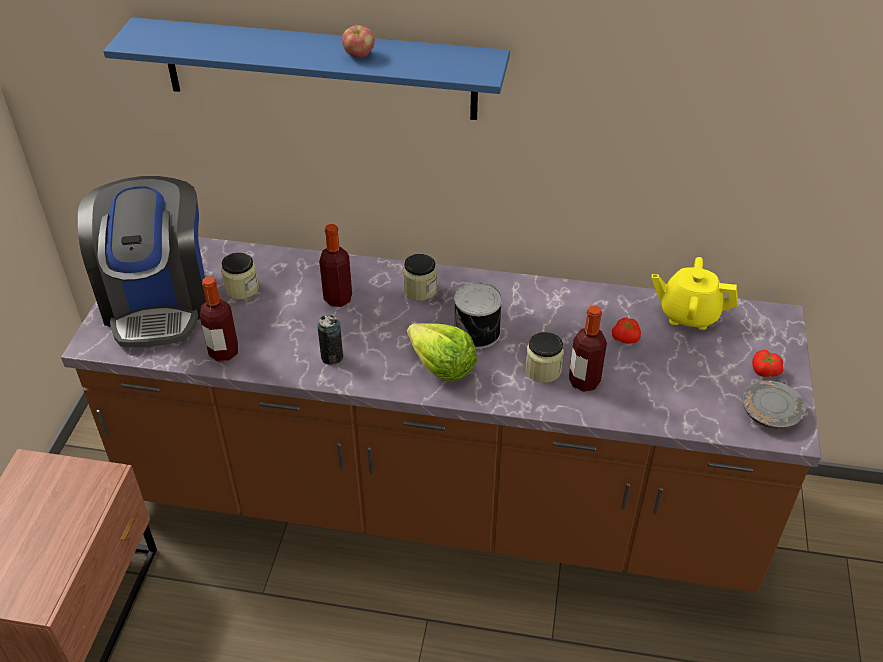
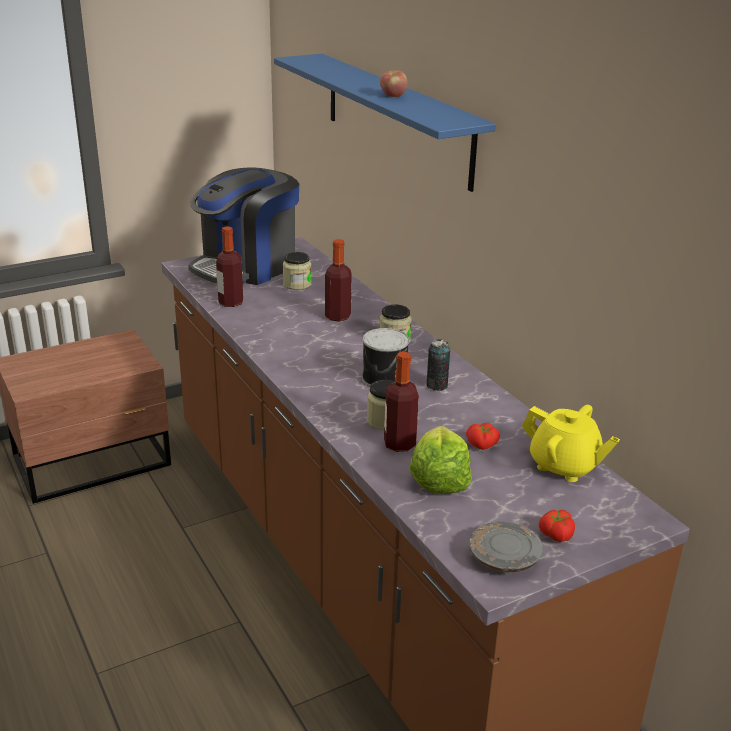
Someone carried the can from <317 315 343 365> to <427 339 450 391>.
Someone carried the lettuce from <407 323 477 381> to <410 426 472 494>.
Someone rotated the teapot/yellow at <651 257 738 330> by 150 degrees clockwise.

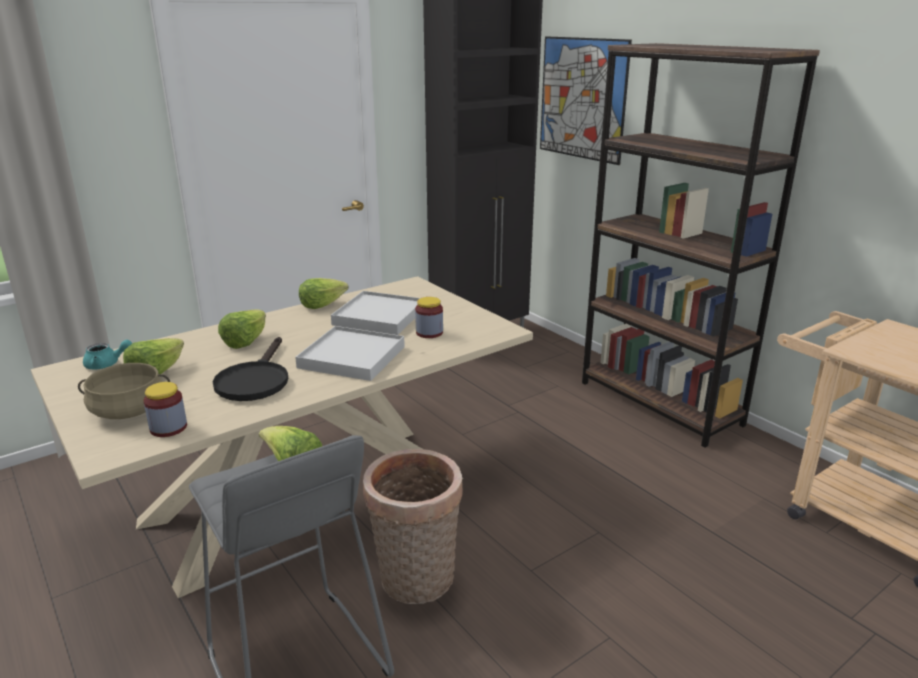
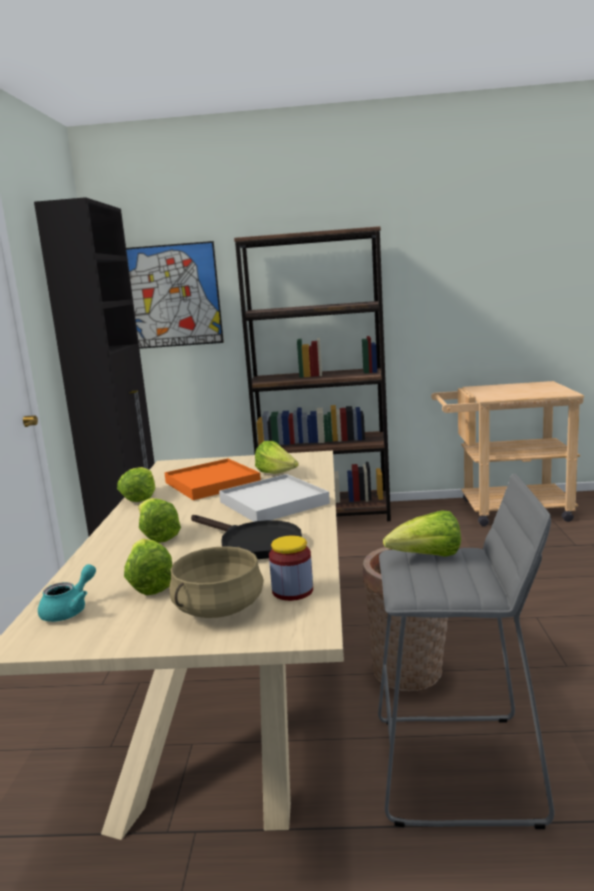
Someone repainted the tray/white at <331 291 420 335>, which became the tray/orange at <164 458 261 500>.
Someone swapped the jar at <415 297 443 338> for the lettuce at <255 441 299 474>.

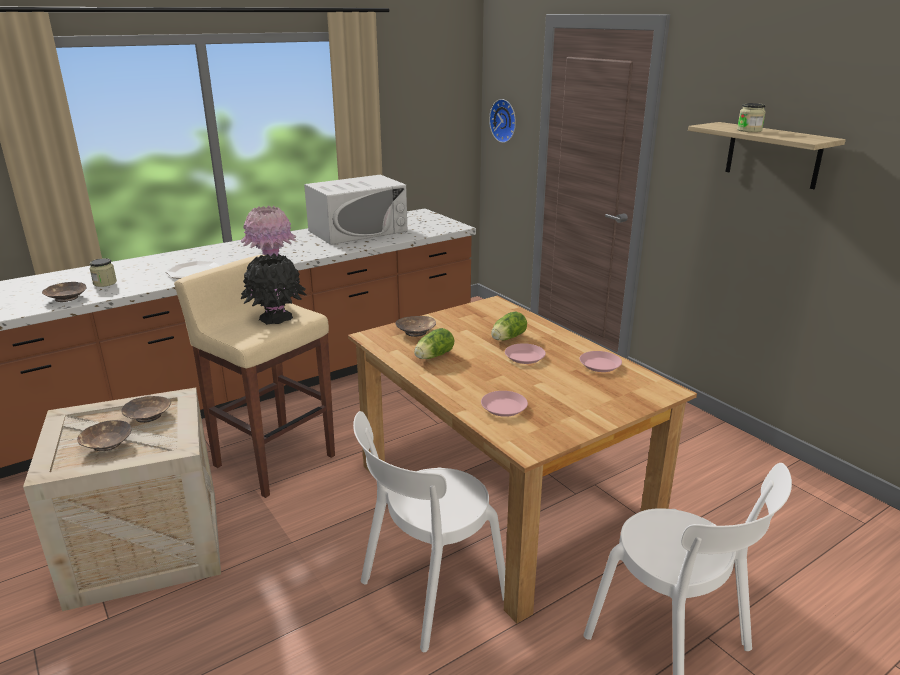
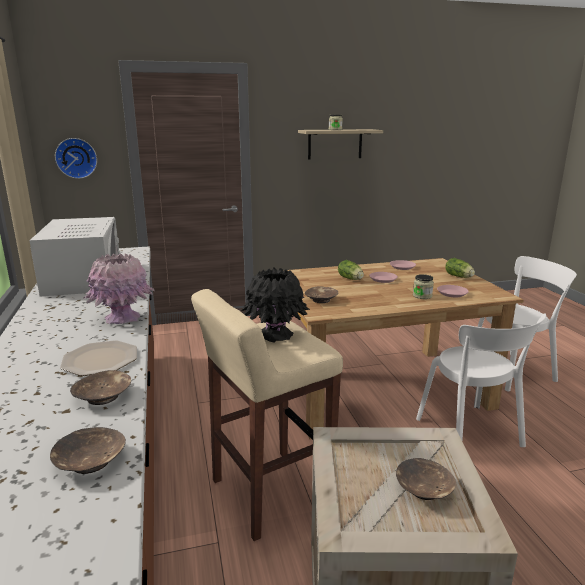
Someone carried the jar from <90 258 117 287> to <413 274 434 299>.
Someone carried the bowl/brown from <121 396 171 423> to <70 370 131 405>.
Someone carried the lettuce from <414 328 454 359> to <445 258 475 278>.

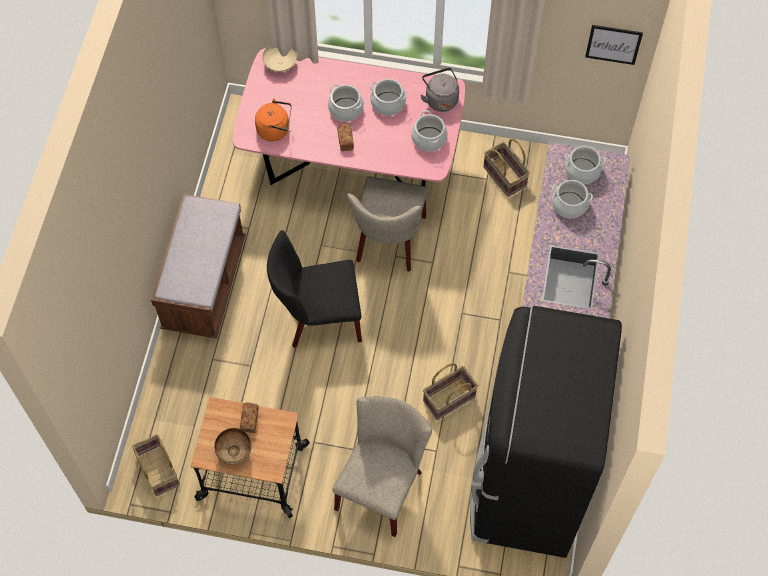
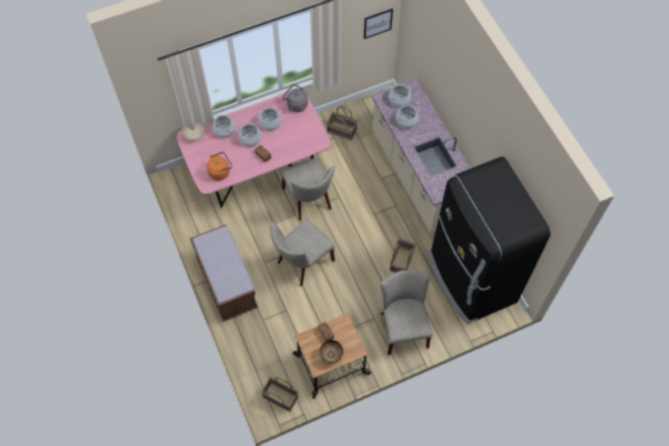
Someone repainted the chair/black at <267 230 362 348>, which became the chair/beige at <270 219 335 286>.
Someone carried the cooking pot from <411 110 448 152> to <212 115 235 138>.

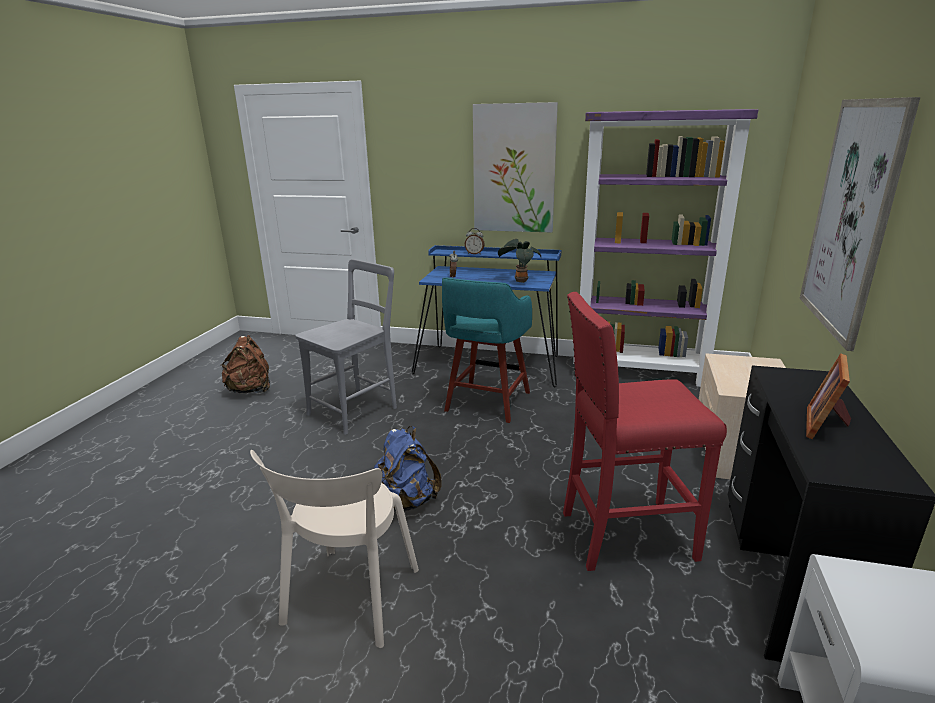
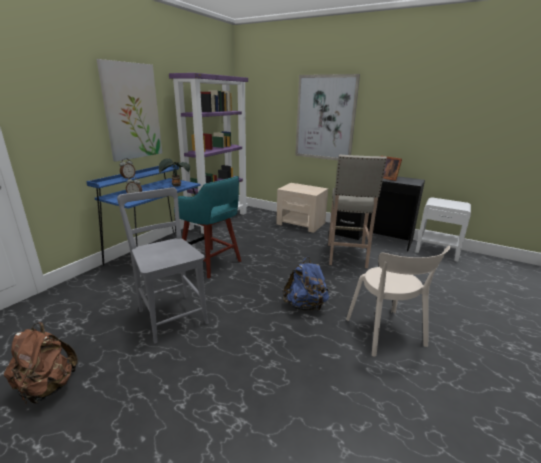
Someone rotated the chair/beige at <250 450 419 648> by 45 degrees clockwise.
Someone repainted the stool/red at <563 292 727 571>, which became the stool/beige at <328 154 387 268>.

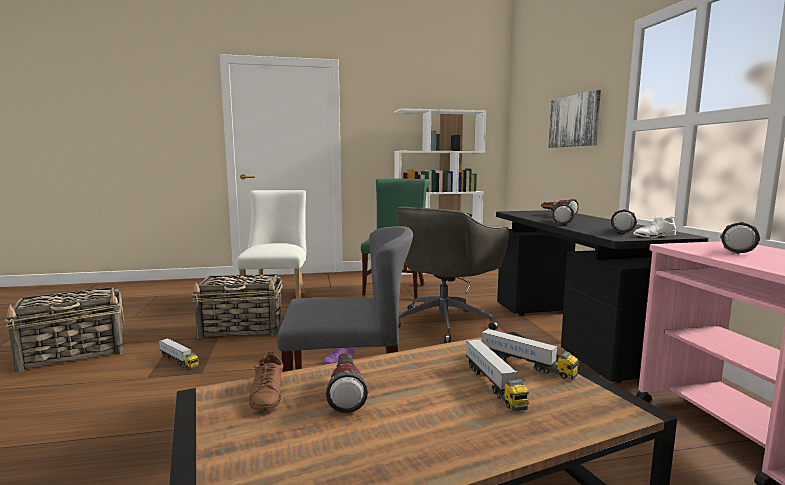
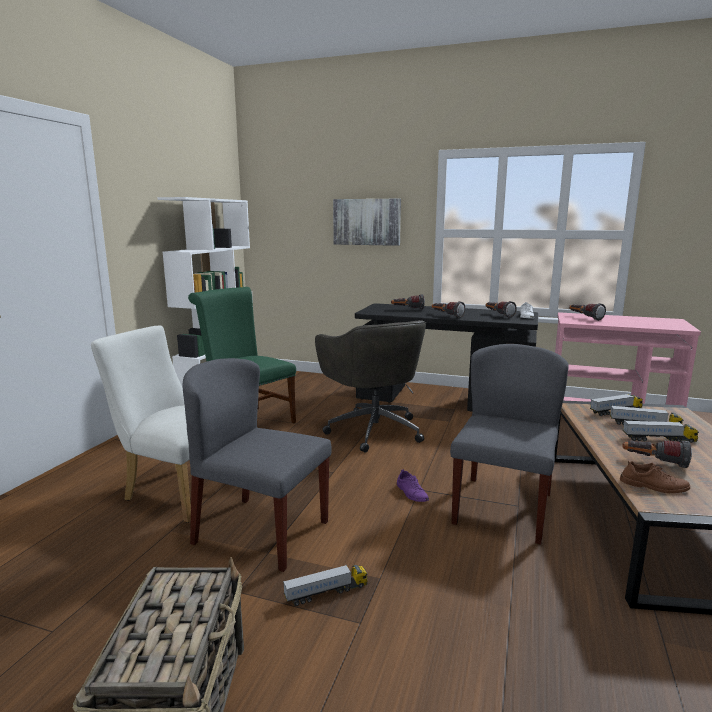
Someone swapped the basket at <191 274 283 339> for the chair/grey at <183 358 332 572>.
Someone put down the toy truck at <623 420 699 443>.

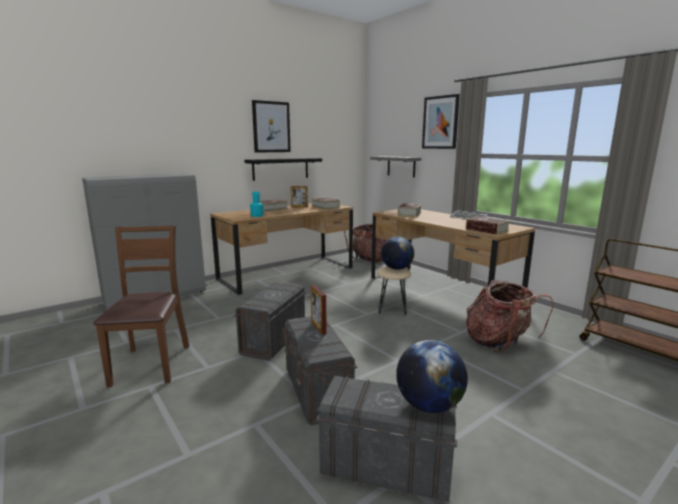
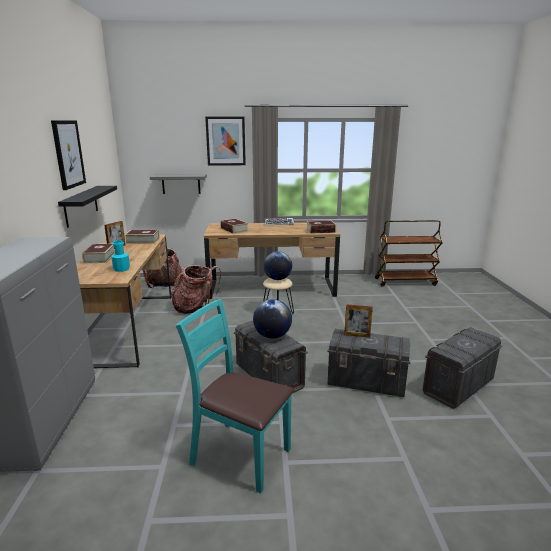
Someone repainted the chair/brown at <93 226 189 387>, which became the chair/turquoise at <176 299 294 493>.
Someone carried the globe from <396 340 468 413> to <253 299 292 339>.
Someone carried the backpack from <466 280 554 353> to <171 265 221 314>.

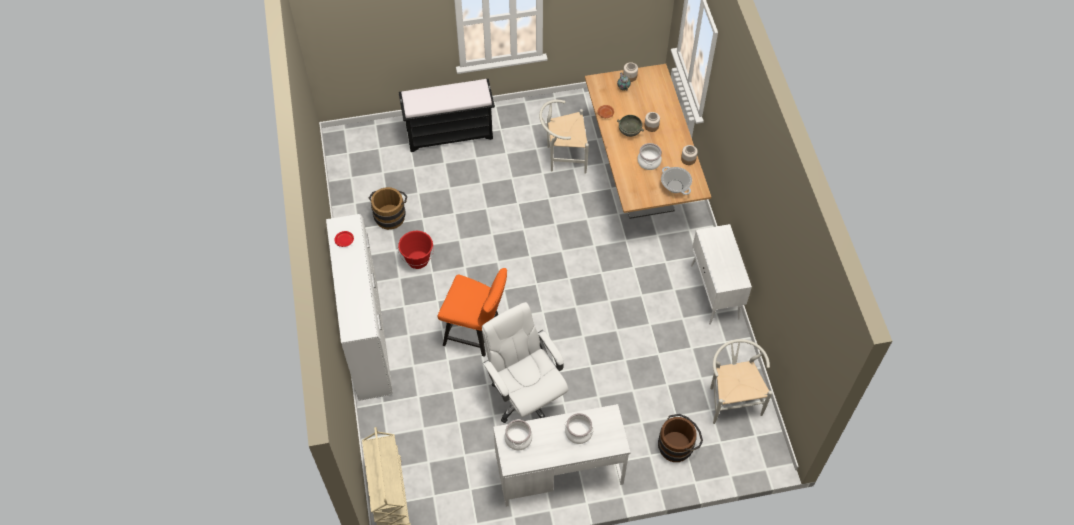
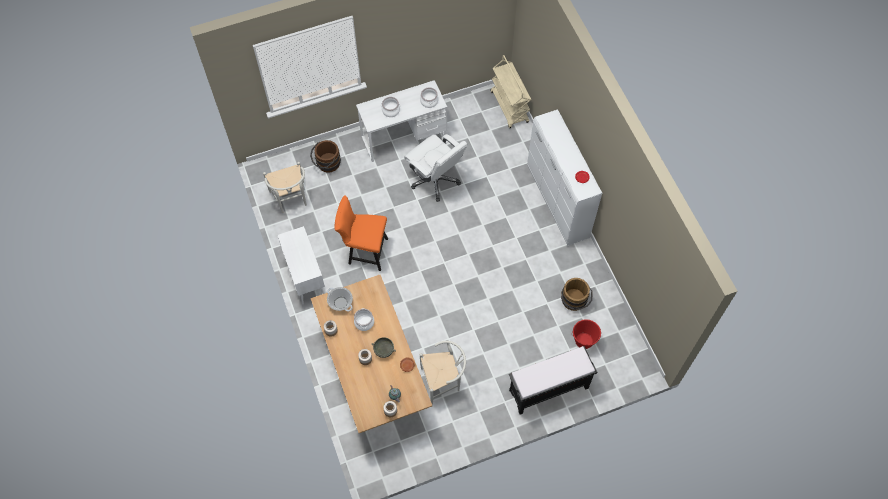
Someone carried the bucket/red from <398 231 434 269> to <572 319 601 349>.
Someone carried the chair/orange from <437 268 507 357> to <335 195 388 271>.

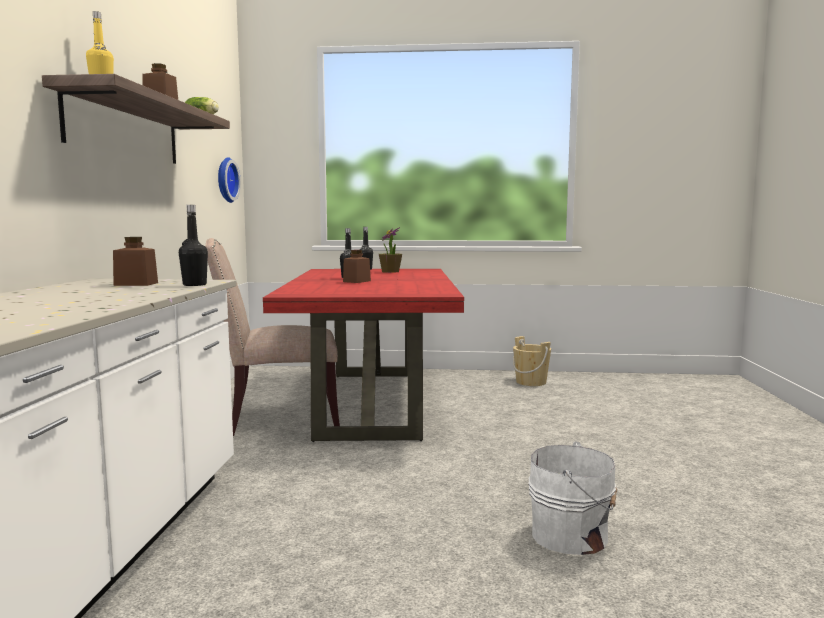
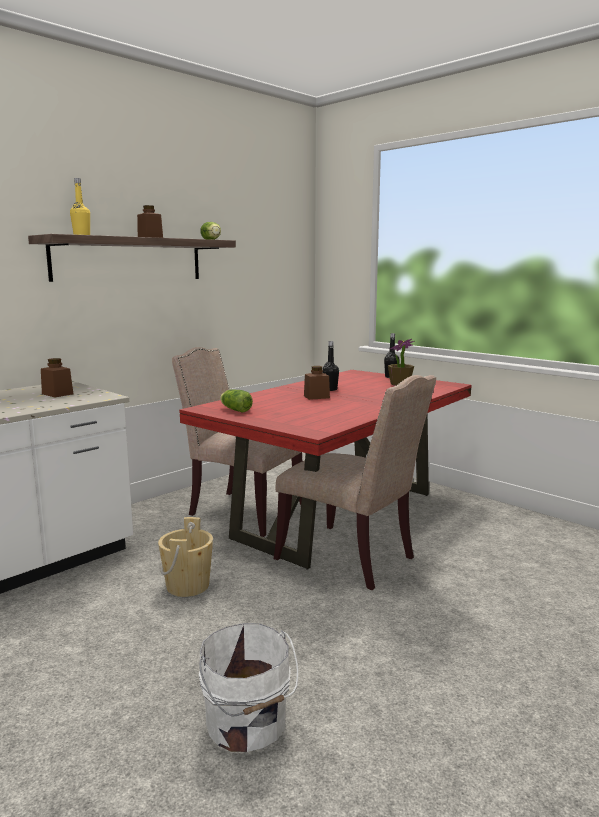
Someone took away the bottle/black at <179 205 208 286>.
Someone took away the wall clock at <218 157 241 203>.
Someone carried the bucket/beige from <513 336 551 386> to <158 517 213 597>.
Someone put down the lettuce at <220 389 253 413>.
Someone put down the chair/beige at <274 375 436 590>.

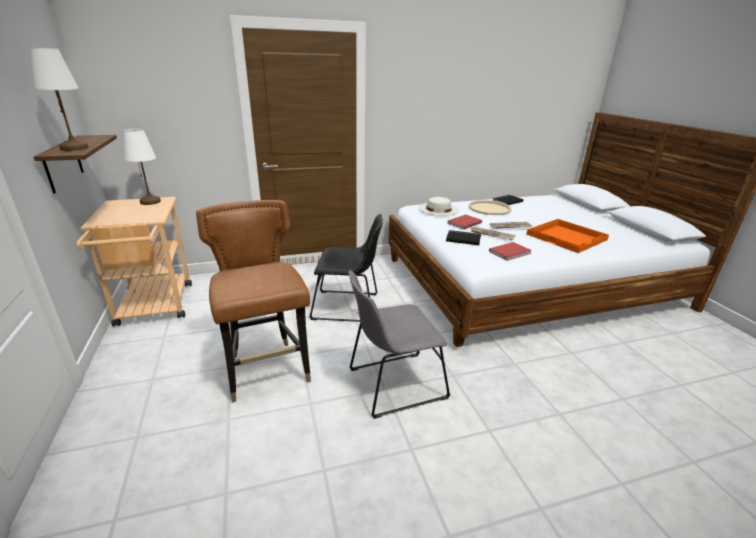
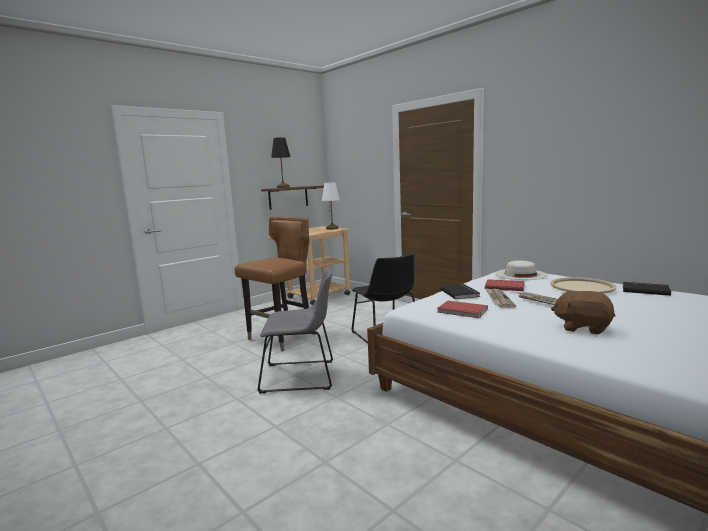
Someone repainted the table lamp/white at <30 48 89 151>, which became the table lamp/black at <271 137 291 188>.
Someone rotated the chair/grey at <349 270 450 419> by 135 degrees clockwise.
Someone swapped the tray/orange at <526 219 609 253> for the plush toy/brown at <551 290 615 334>.

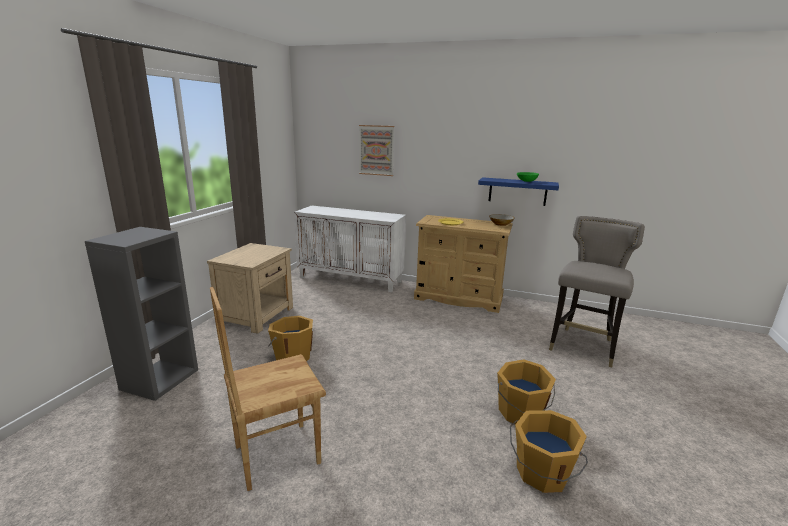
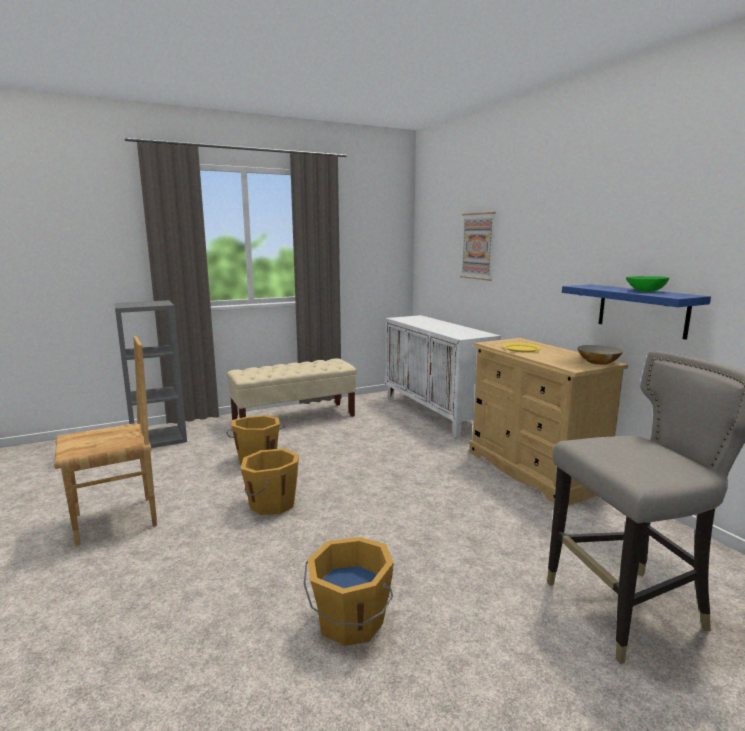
Someone swapped the nightstand/beige at <207 243 293 334> for the bench/beige at <227 358 357 420>.
Someone rotated the chair/brown at <210 287 326 491> by 135 degrees clockwise.
Someone carried the bucket/orange from <510 410 588 493> to <240 448 299 515>.

